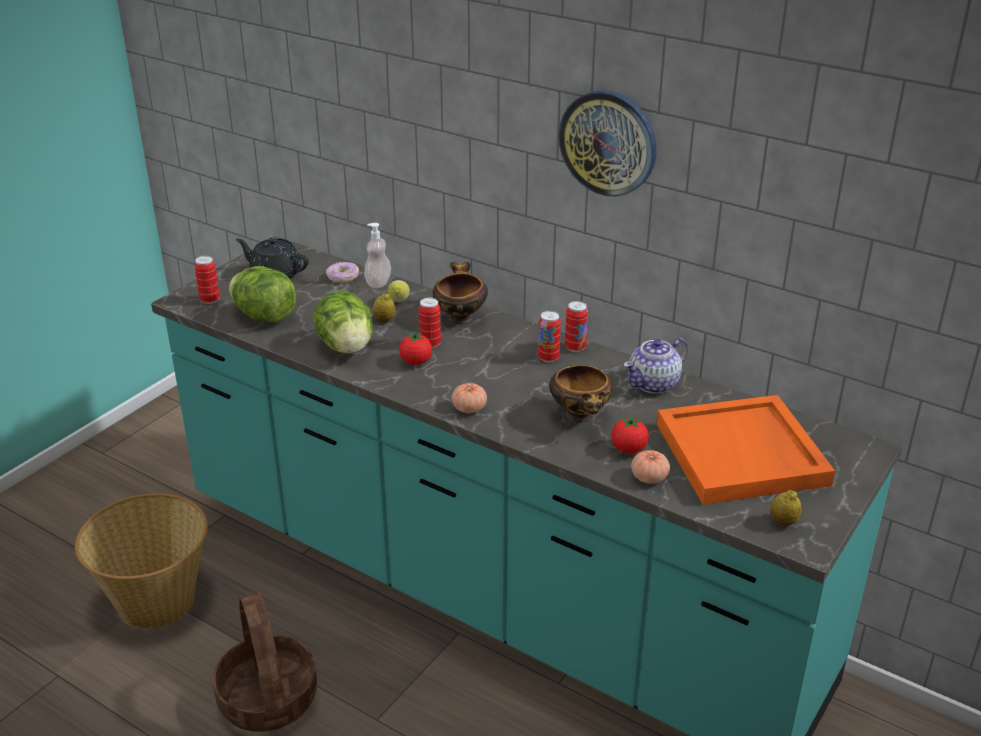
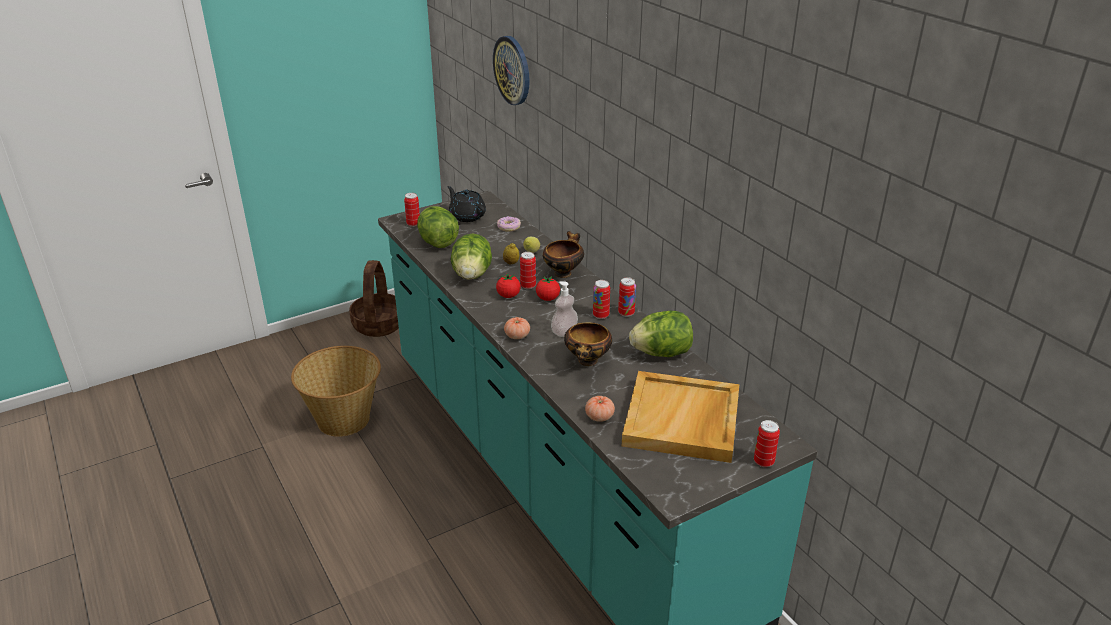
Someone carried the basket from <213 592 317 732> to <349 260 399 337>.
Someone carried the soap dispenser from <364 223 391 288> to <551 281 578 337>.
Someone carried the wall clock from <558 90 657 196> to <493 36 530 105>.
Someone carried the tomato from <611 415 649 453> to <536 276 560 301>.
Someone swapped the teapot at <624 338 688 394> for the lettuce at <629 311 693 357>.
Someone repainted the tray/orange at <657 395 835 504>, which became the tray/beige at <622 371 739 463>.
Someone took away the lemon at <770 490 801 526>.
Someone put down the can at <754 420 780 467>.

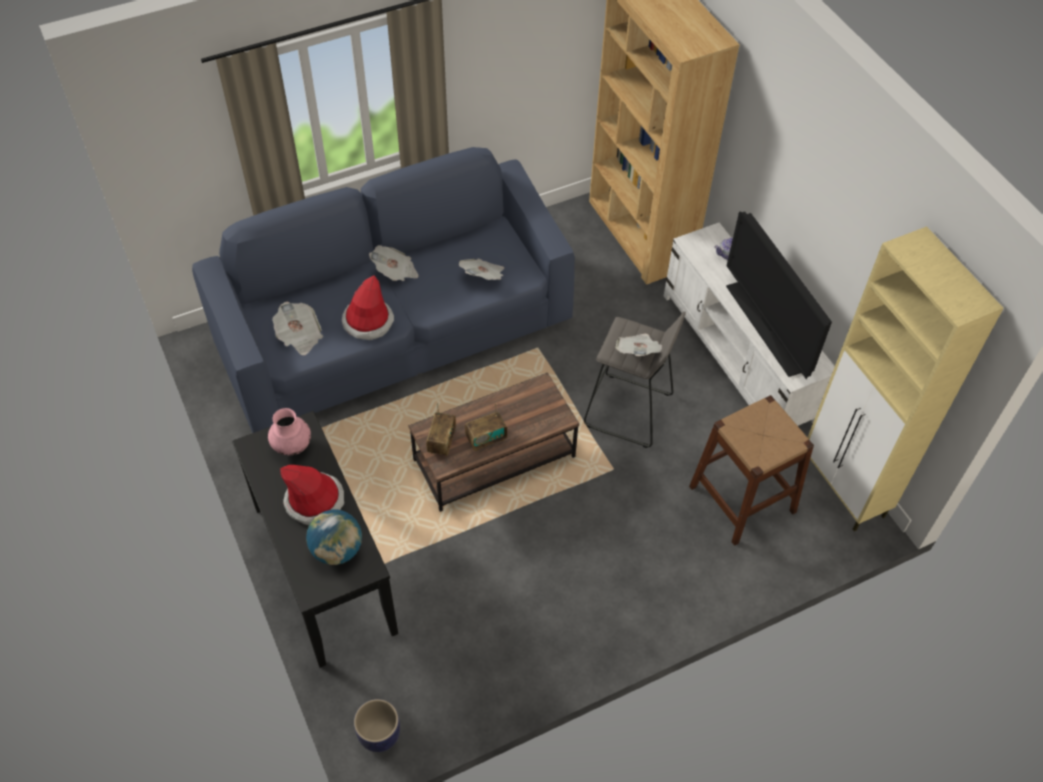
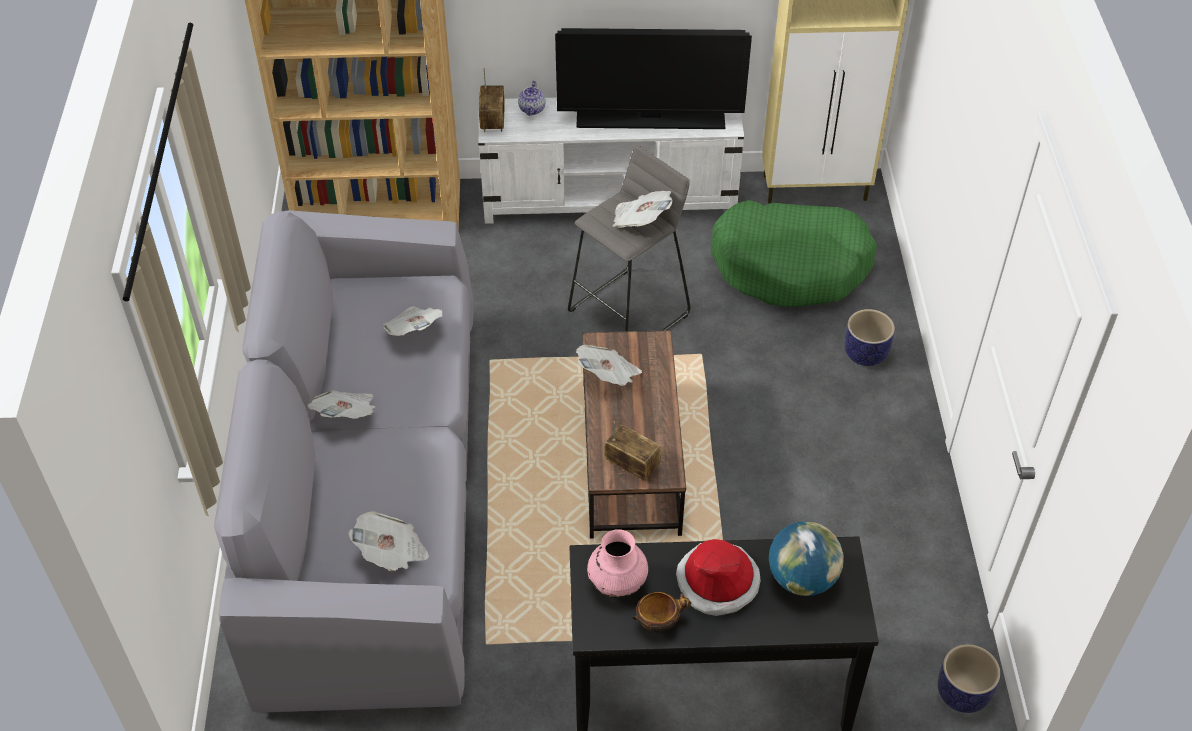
Someone repainted the sofa/blue at <192 147 575 433>, which became the sofa/grey at <214 210 473 713>.
Someone took away the hat at <342 275 394 340>.
Someone carried the radio from <465 403 507 451> to <479 68 505 132>.
Someone swapped the stool/brown at <689 395 814 546> for the dog bed/green at <710 200 877 307>.
Someone put down the newspaper at <576 345 642 386>.
Someone put down the bowl at <632 592 691 632>.
Someone put down the planter at <844 309 895 366>.

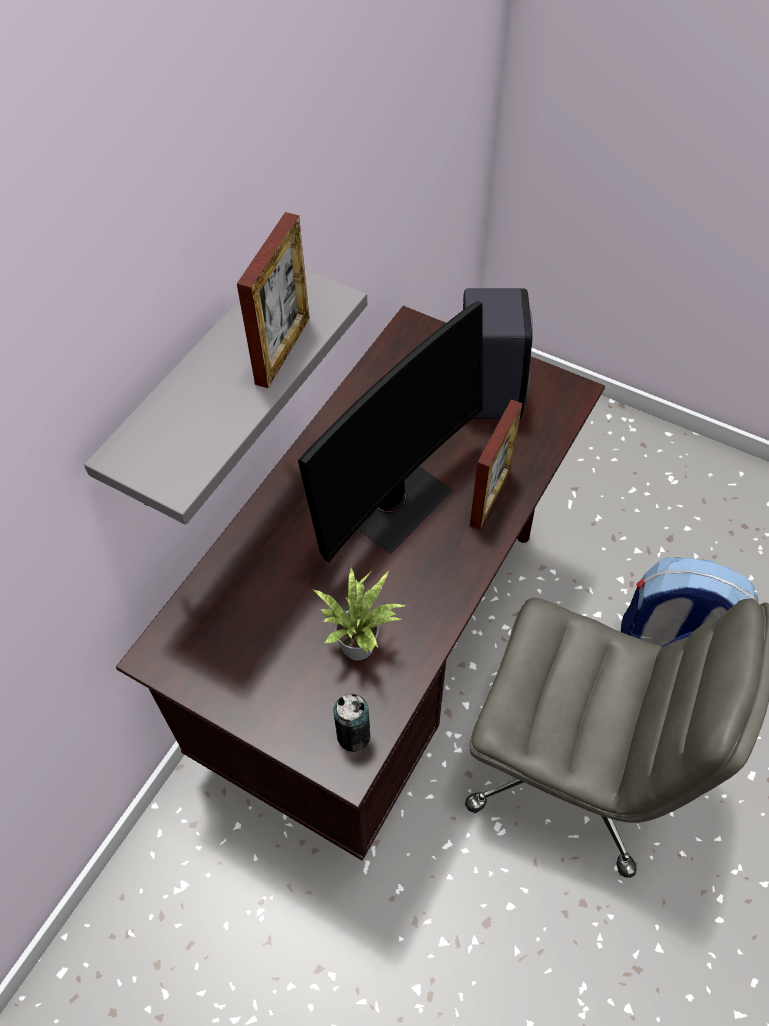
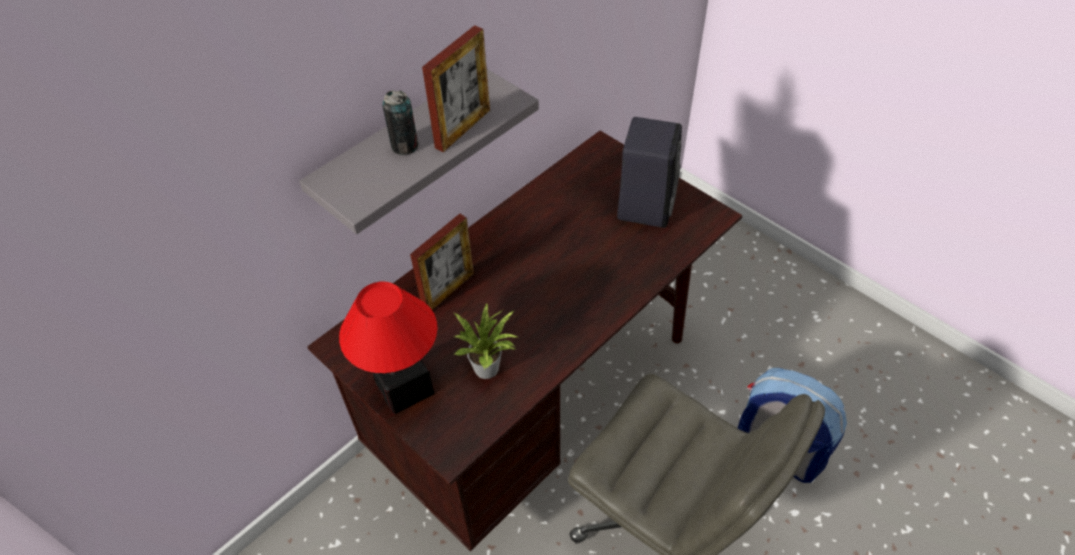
Someone took away the monitor at <298 301 483 562>.
Someone carried the can from <333 694 370 752> to <382 90 419 155>.
Someone carried the picture frame from <470 400 522 530> to <410 214 474 310>.
Someone put down the table lamp at <339 281 438 414>.

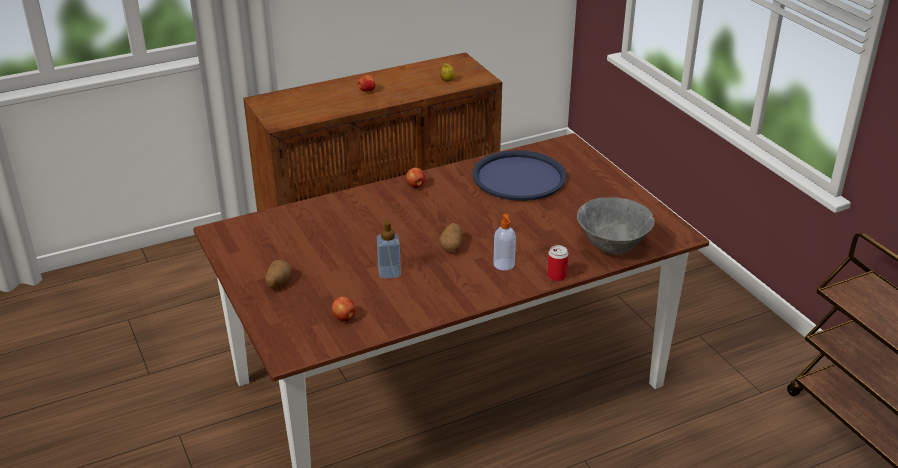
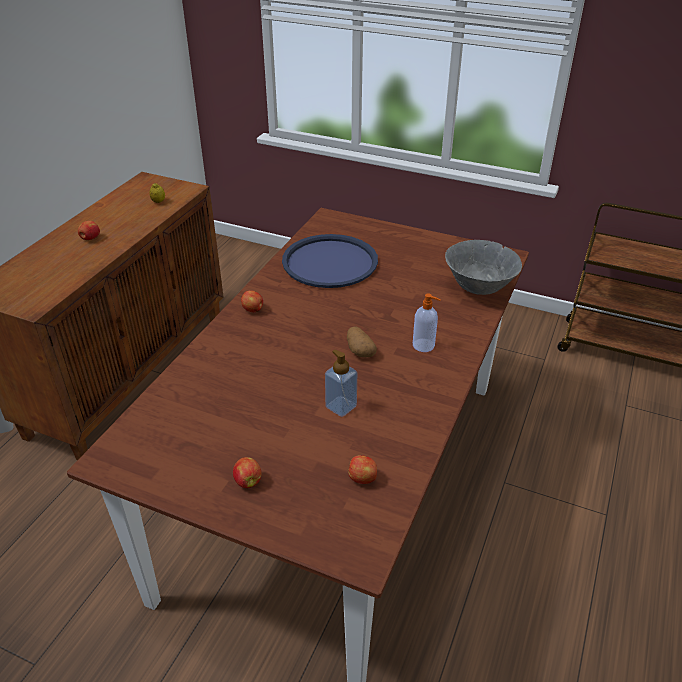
Someone swapped the potato at <266 260 291 288> for the apple at <233 457 262 488>.
Someone took away the can at <547 245 569 282>.

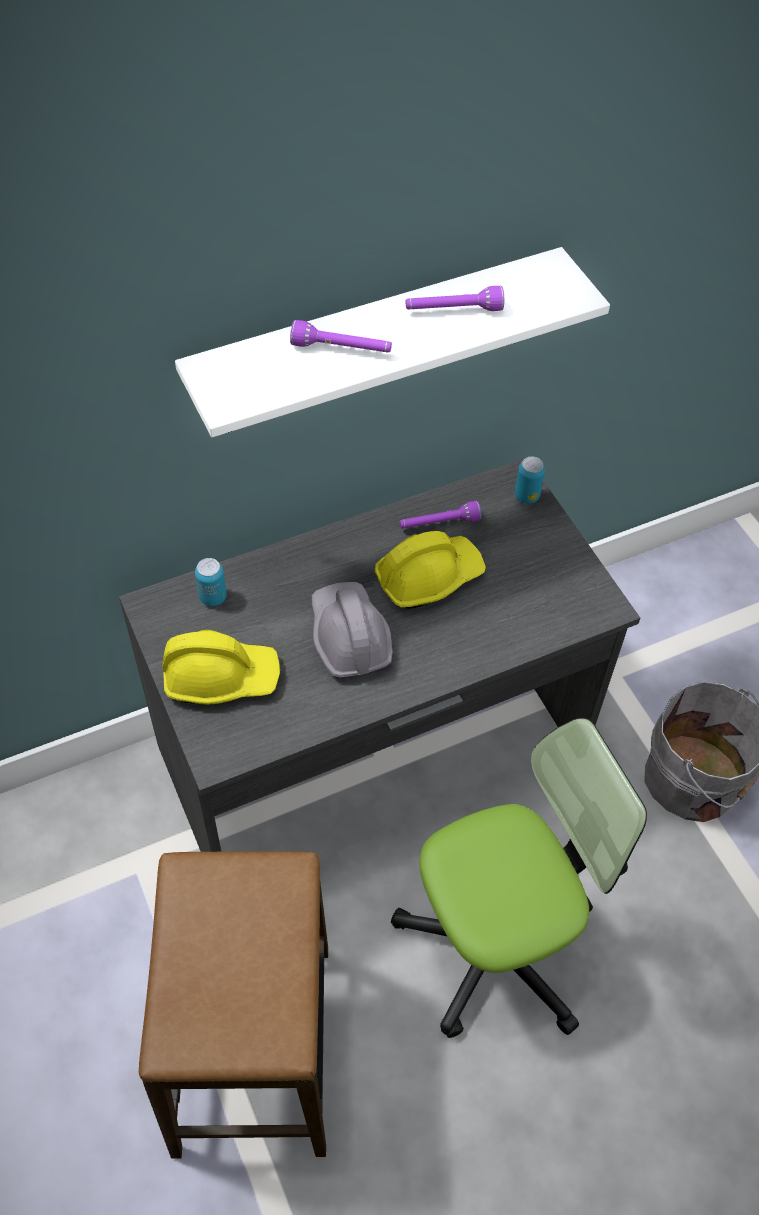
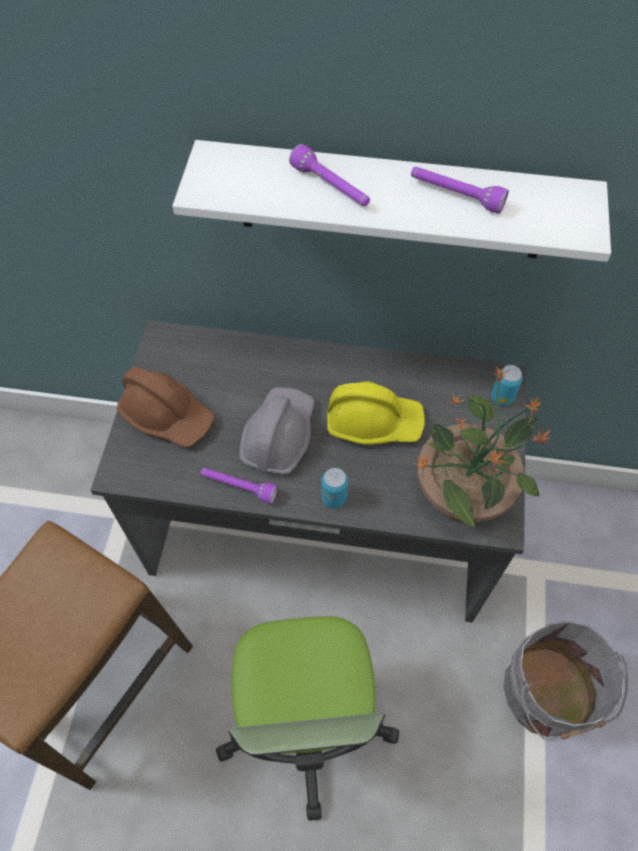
Someone repainted the hard hat/yellow at <163 630 280 705>, which became the hard hat/brown at <117 367 214 447>.
Someone carried the can from <195 558 226 606> to <321 468 348 509>.
Someone rotated the office chair at <391 718 647 1038> by 75 degrees clockwise.
Someone carried the flashlight/purple from <399 501 481 528> to <200 468 278 504>.
Someone put down the potted plant at <414 365 552 528>.

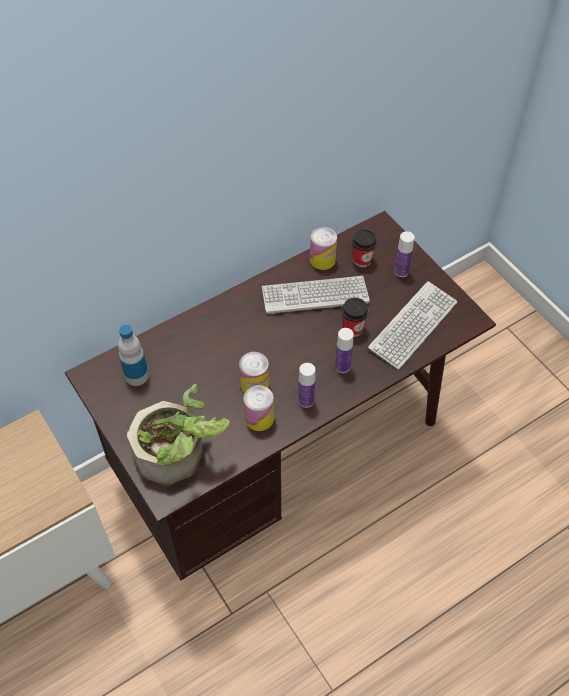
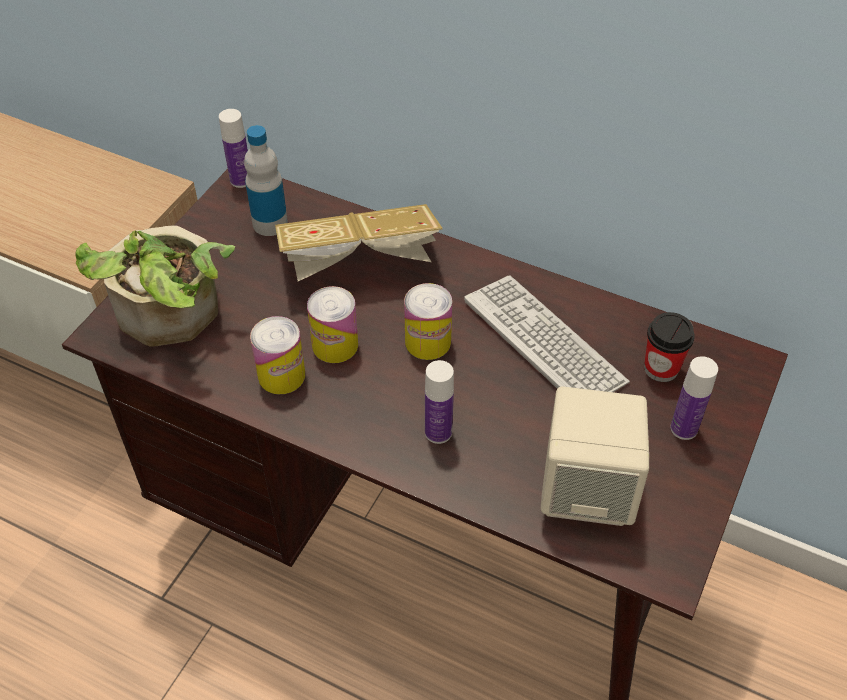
Someone carried the bottle from <298 363 315 408> to <219 109 248 188>.
Someone carried the can from <310 227 337 270> to <404 283 452 360>.
Someone took away the cup at <342 298 368 337>.
Someone swapped the keyboard at <368 281 457 370> for the speaker/beige at <541 386 649 526>.
Someone put down the book at <275 204 443 281>.

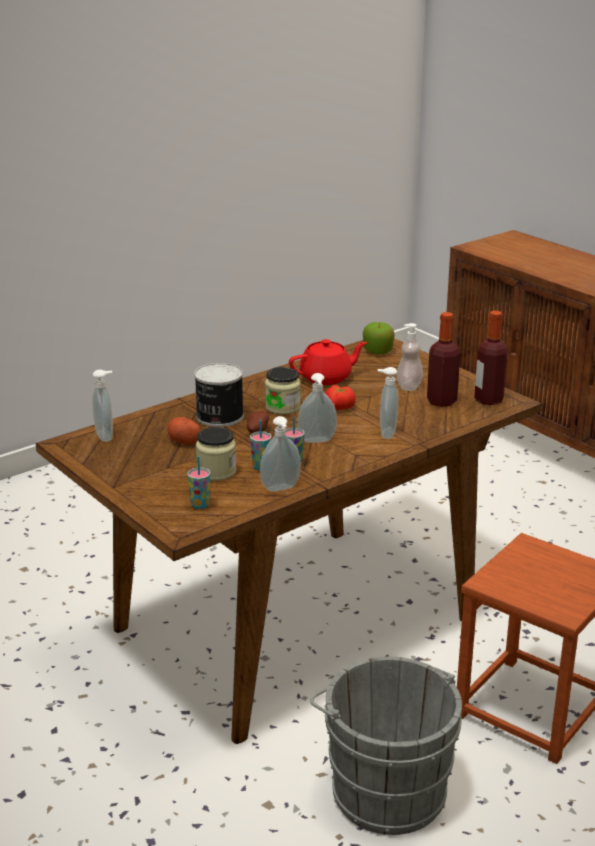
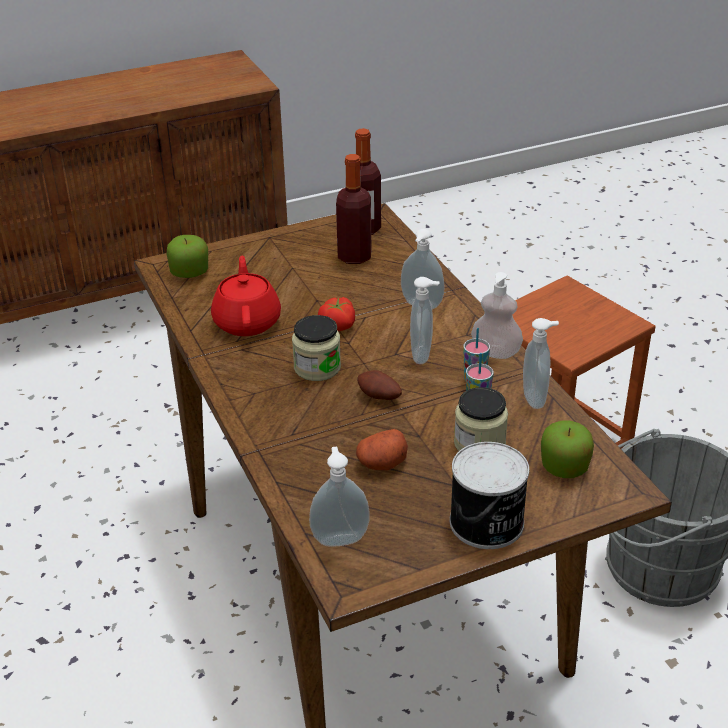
Someone swapped the cup at <188 456 210 509> for the apple at <541 420 594 478>.
Someone carried the can from <194 363 244 427> to <450 442 529 549>.
Someone carried the soap dispenser from <397 323 423 391> to <471 272 523 359>.

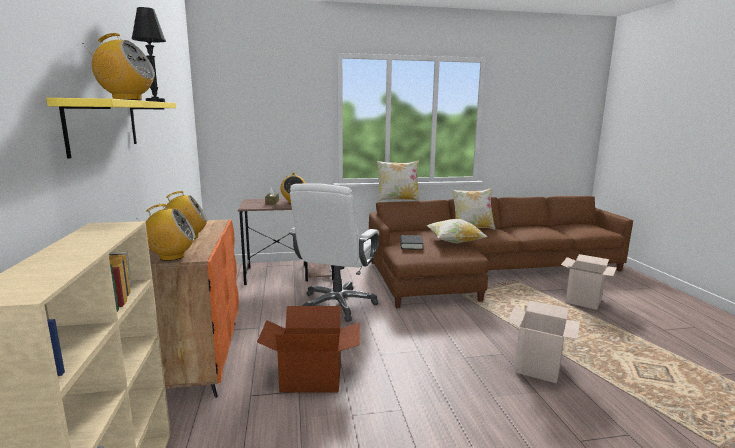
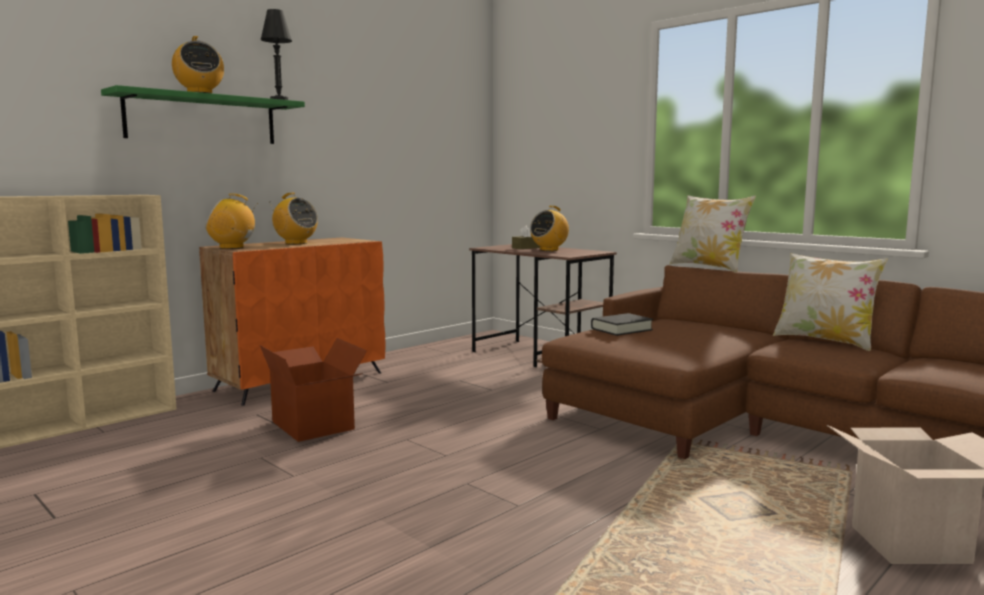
Someone repainted the shelf/yellow at <46 98 176 159>, which became the shelf/green at <101 85 305 144>.
Someone rotated the radio at <146 204 195 261> by 135 degrees clockwise.
Someone took away the office chair/white at <289 183 379 322>.
Someone took away the pillow at <427 219 487 243>.
Someone took away the cardboard box at <507 301 580 384>.

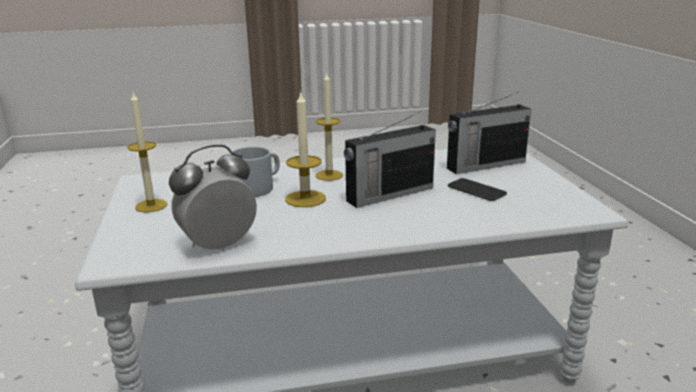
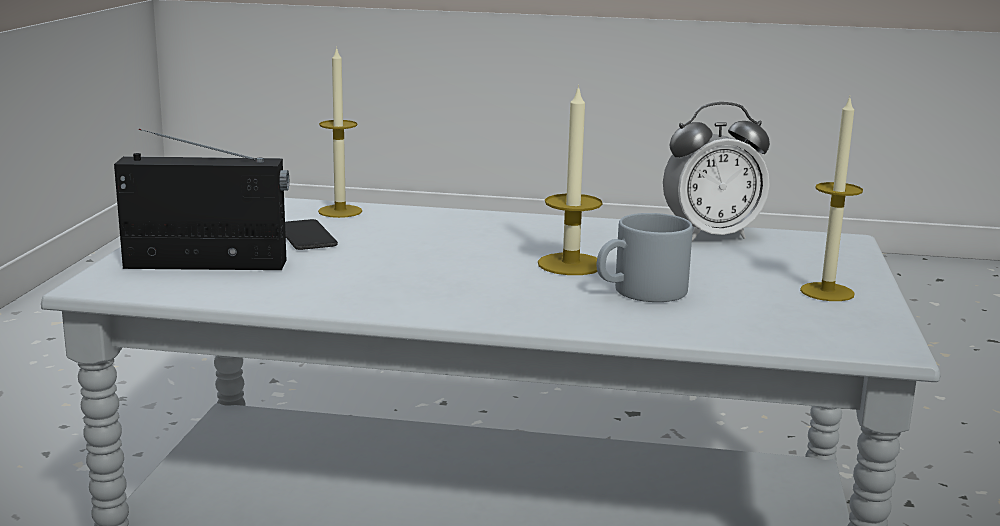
Someone carried the candle from <316 72 343 181> to <318 46 362 218>.
Someone took away the radio at <344 111 436 208>.

